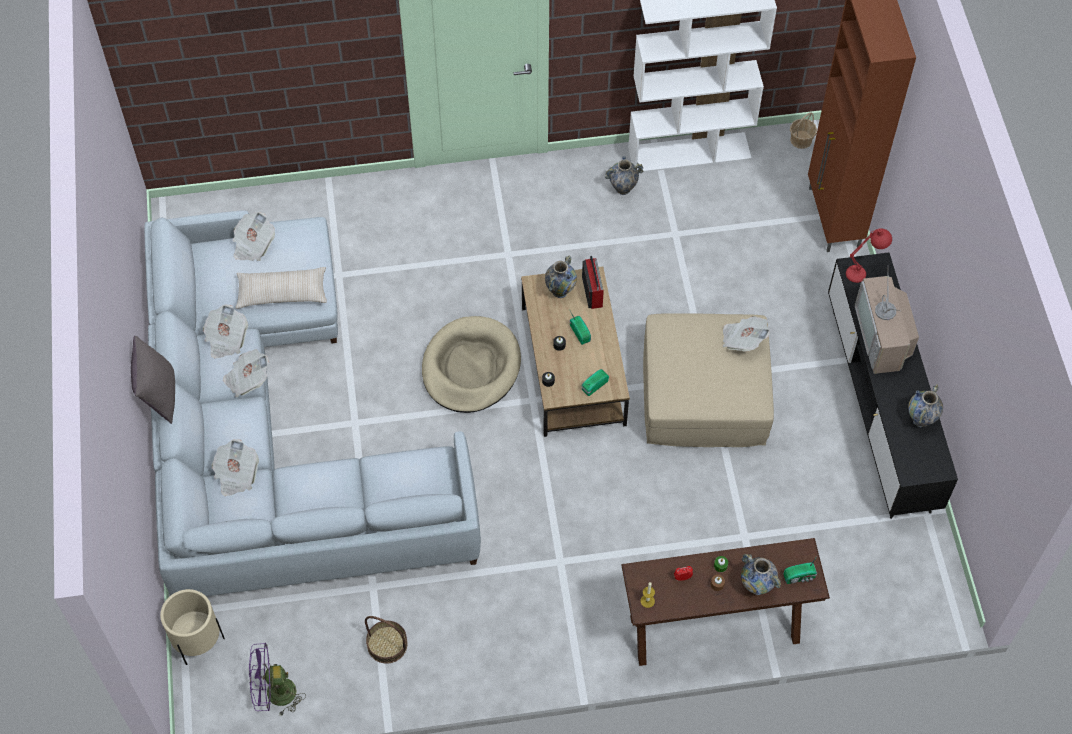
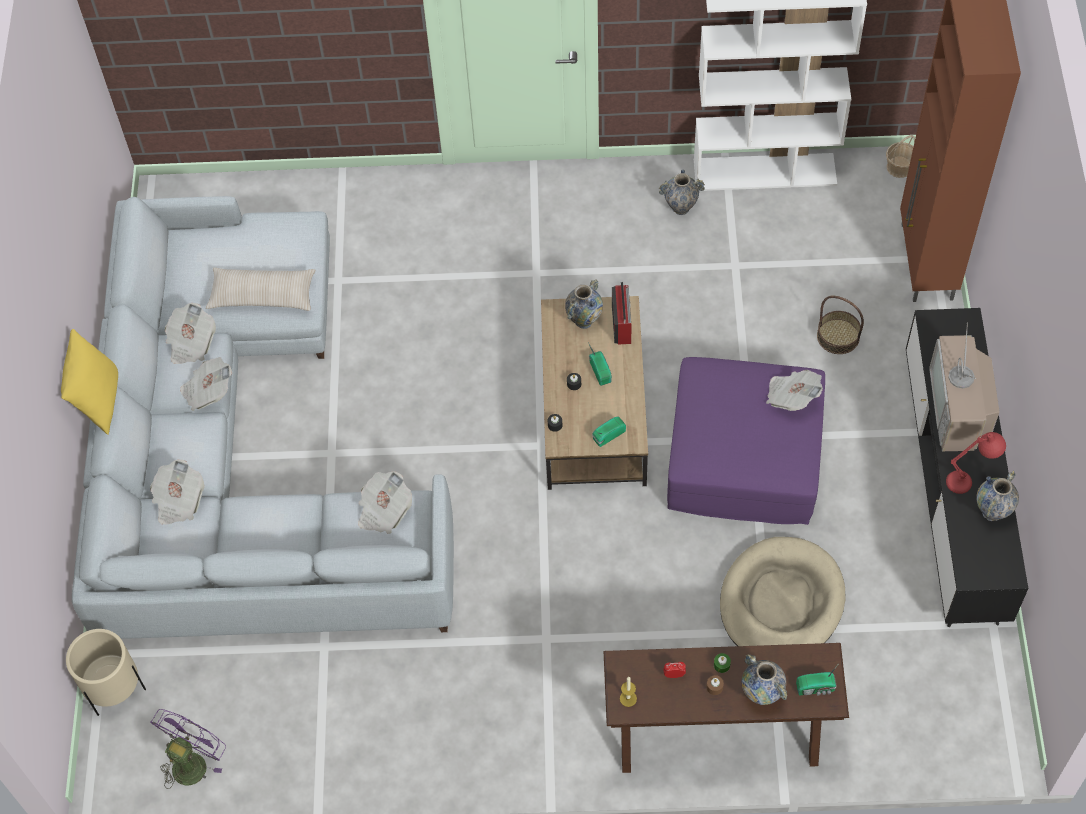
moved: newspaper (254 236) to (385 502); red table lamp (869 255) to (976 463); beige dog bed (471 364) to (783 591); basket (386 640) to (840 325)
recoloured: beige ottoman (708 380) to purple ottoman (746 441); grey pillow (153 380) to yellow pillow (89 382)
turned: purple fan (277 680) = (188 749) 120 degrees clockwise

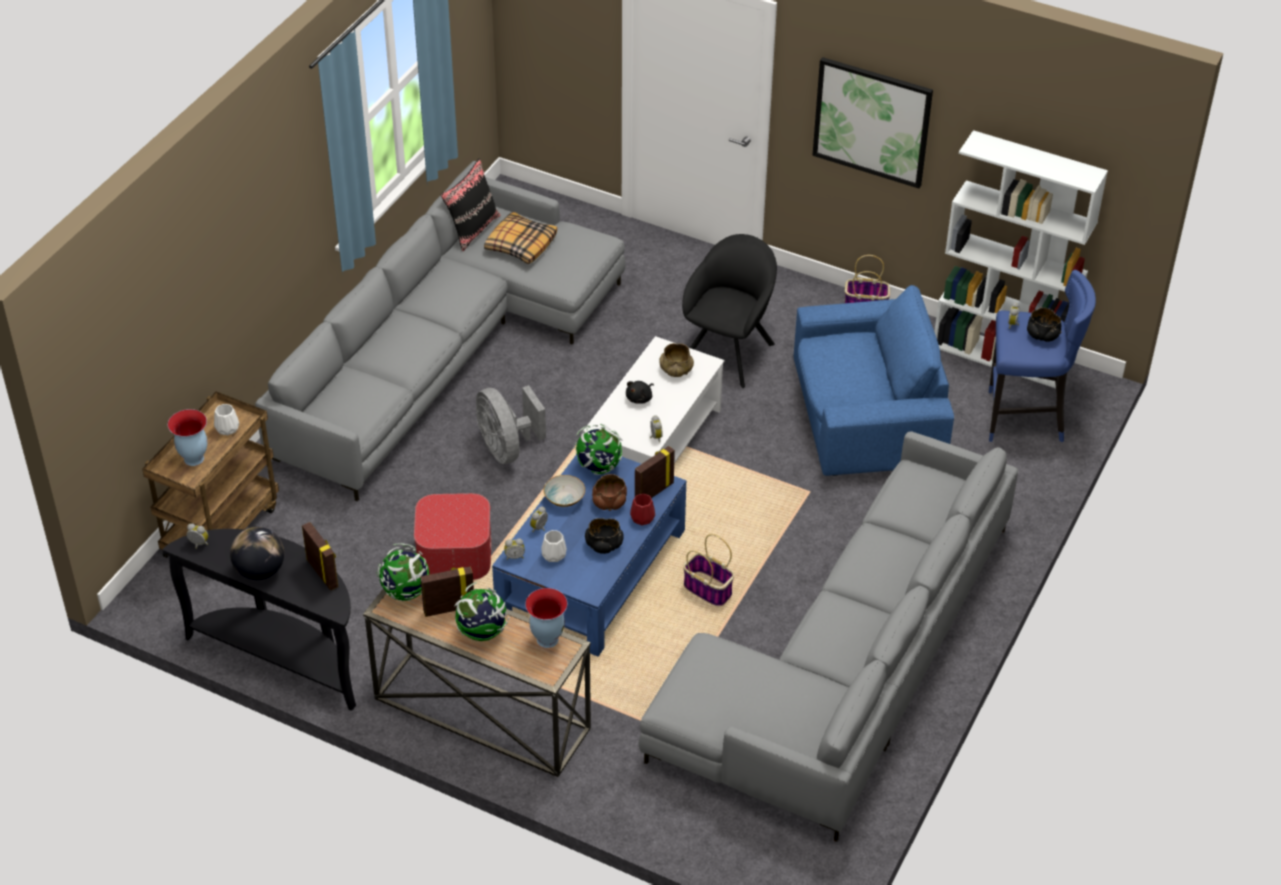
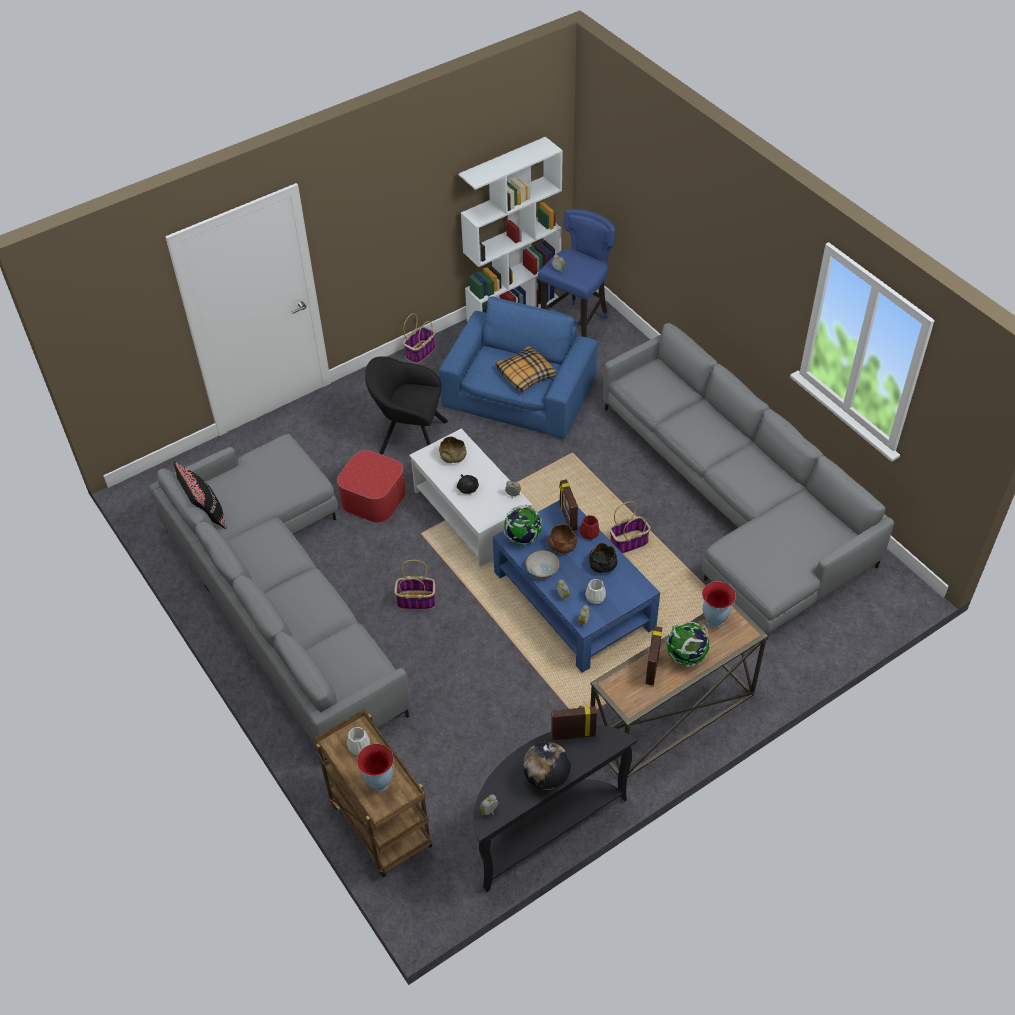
removed: picture (873 122); black bowl (1044 325); globe (403 572)
moved: pillow (520 238) to (525 369); ottoman (452 536) to (371 486)
replaced: grey fan (511 424) to basket (415 585)
turned: black armchair (729 311) = (406 405) 45 degrees counterclockwise

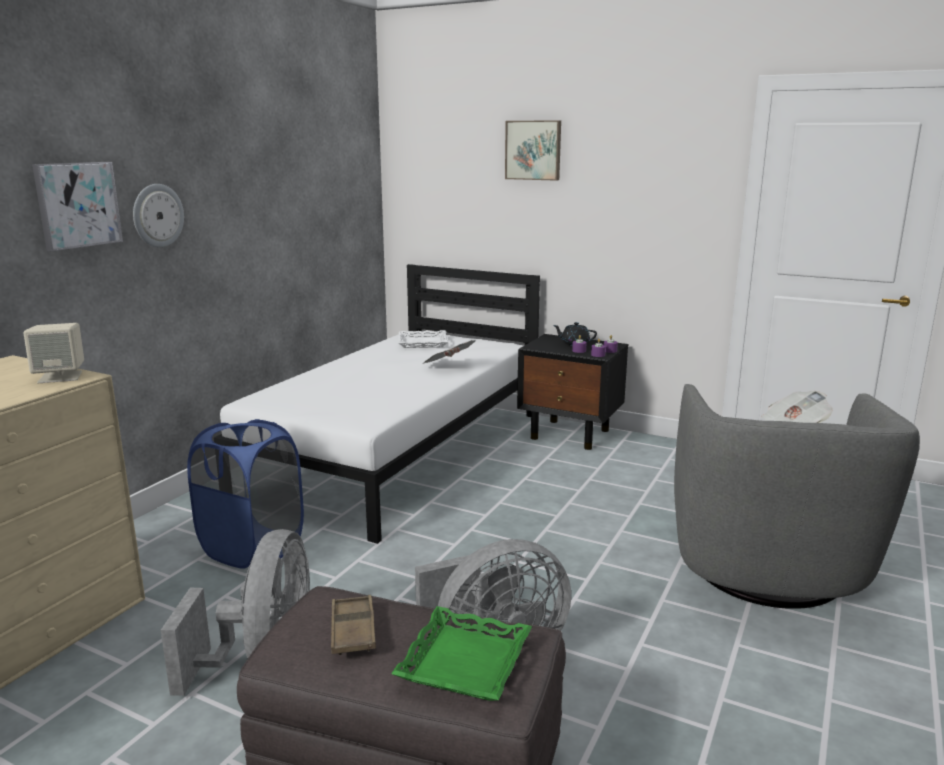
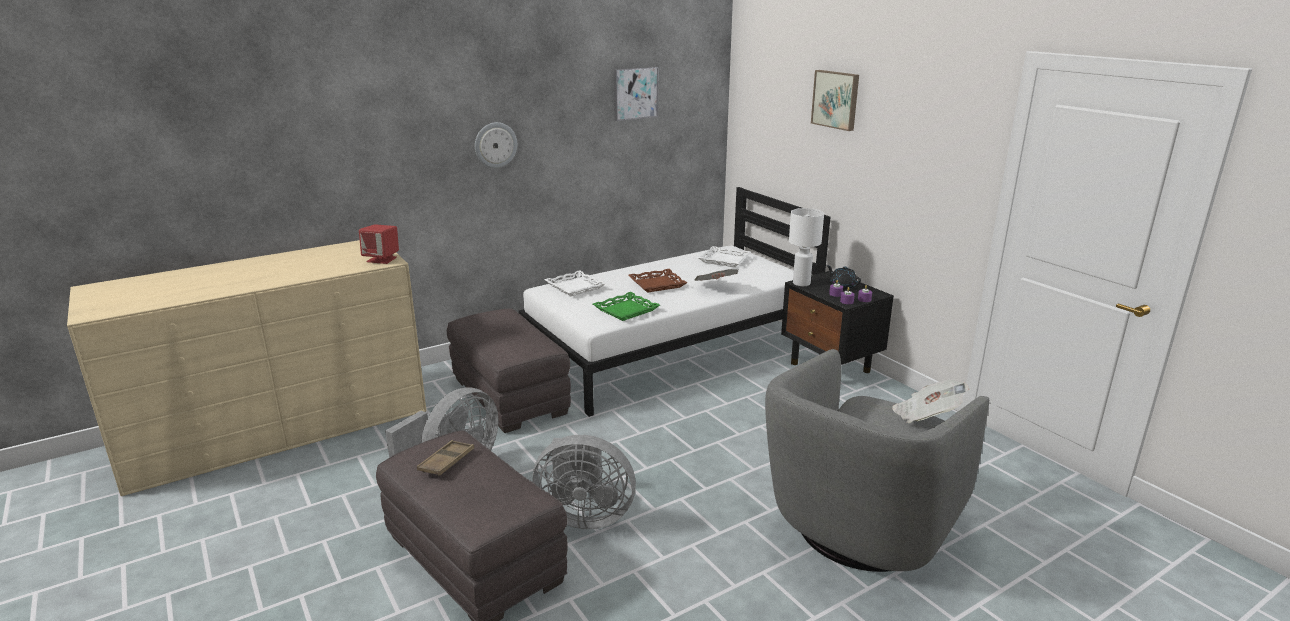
added: white table lamp (806 247); brown tray (657 281); white tray (575 283)
moved: picture (77 206) to (636 94); green tray (461 653) to (626 306)
replaced: blue laundry basket (245 494) to grey ottoman (509 371)
recoloured: beige speaker (53 353) to red speaker (379 244)

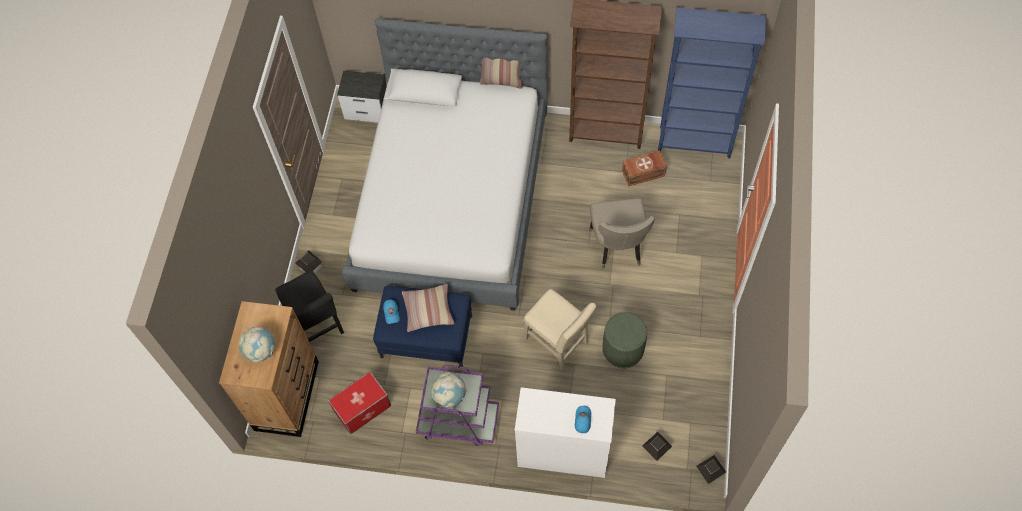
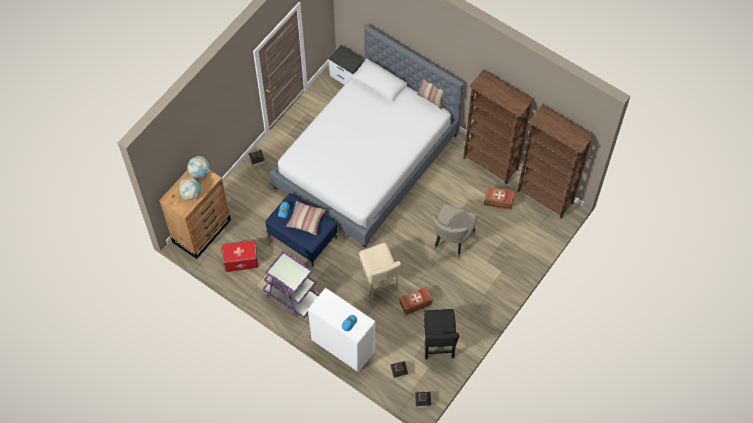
moved: black chair (310 306) to (441 334); globe (449 389) to (198 167)
replaced: green ottoman (624 340) to brown storage box (416 301)
recoloured: blue bookcase (712 82) to brown bookcase (556 161)

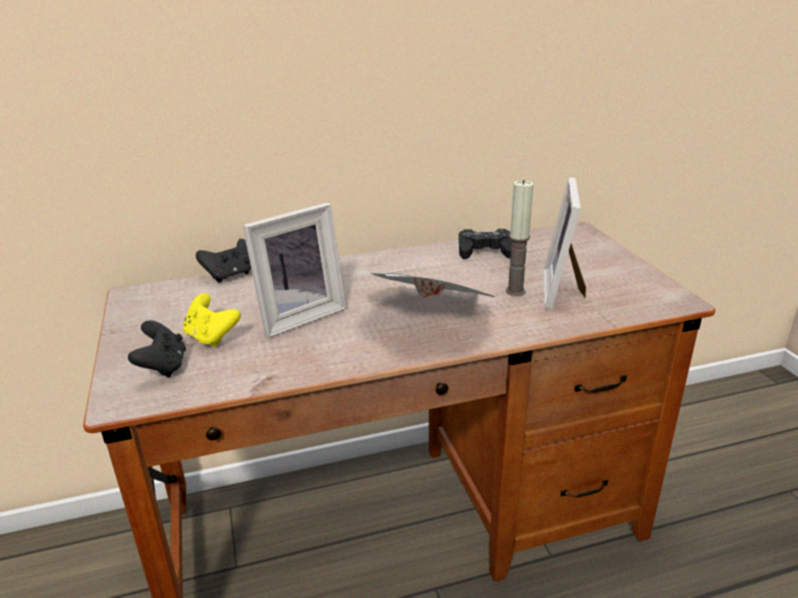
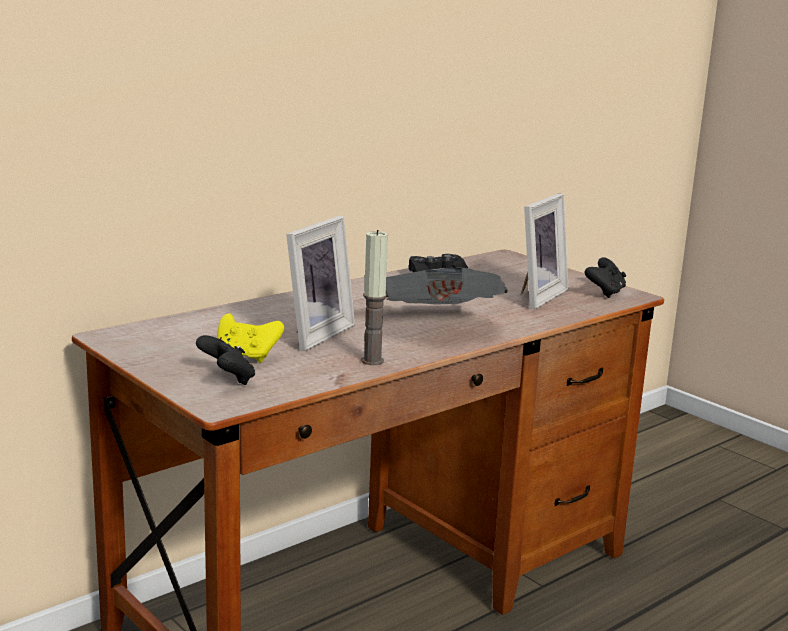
moved: candle (519 238) to (374 297); black game controller (223 261) to (605 277)
turned: picture frame (565 243) = (545 251) 135 degrees counterclockwise

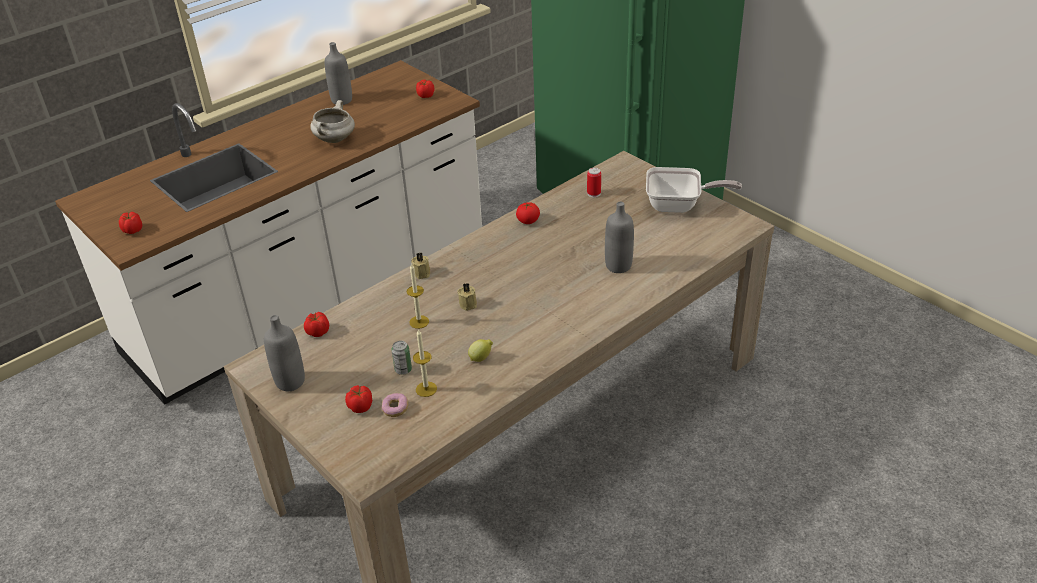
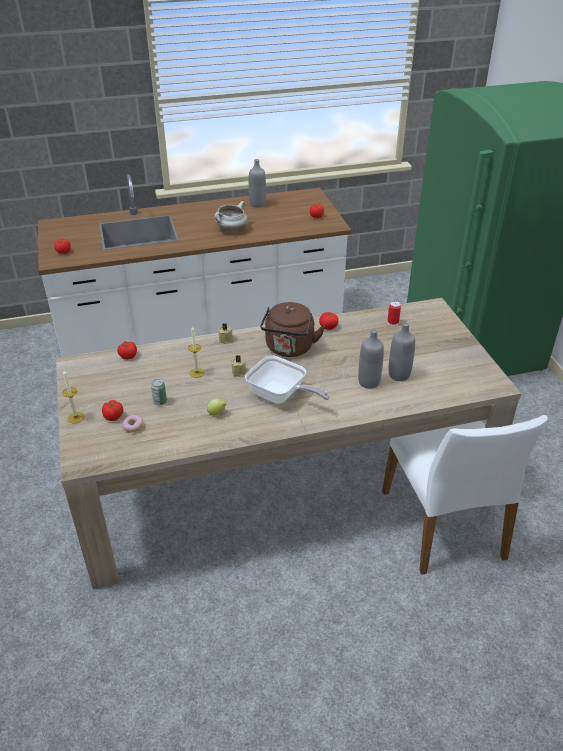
added: brown kettle (292 329); white chair (465 495)
moved: frying pan (694 190) to (287 379); grey bottle (284 353) to (401 351); candle (425 363) to (73 396)

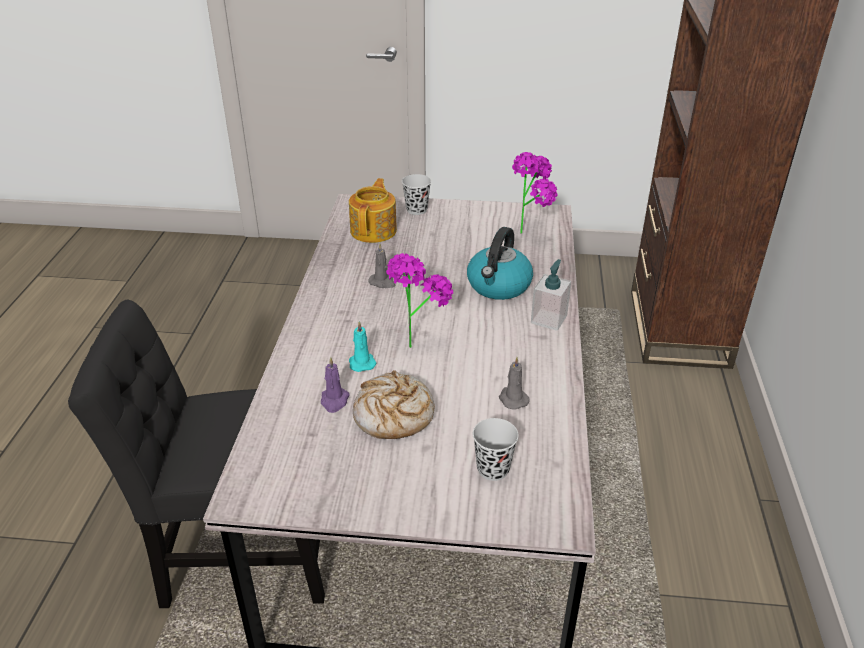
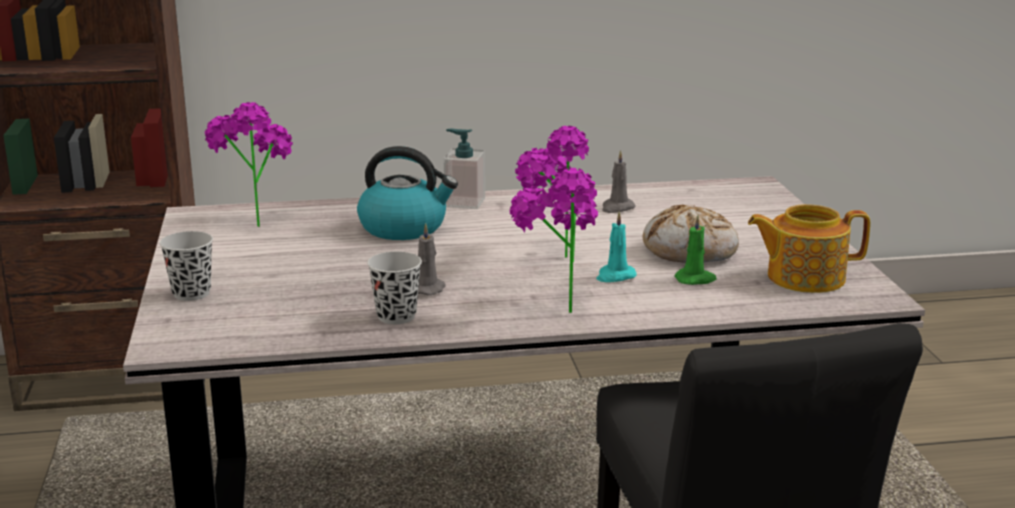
added: potted plant (554 240)
moved: teapot (373 210) to (809 248); black cup (496 449) to (394 287)
recoloured: purple candle (335 385) to green candle (695 250)

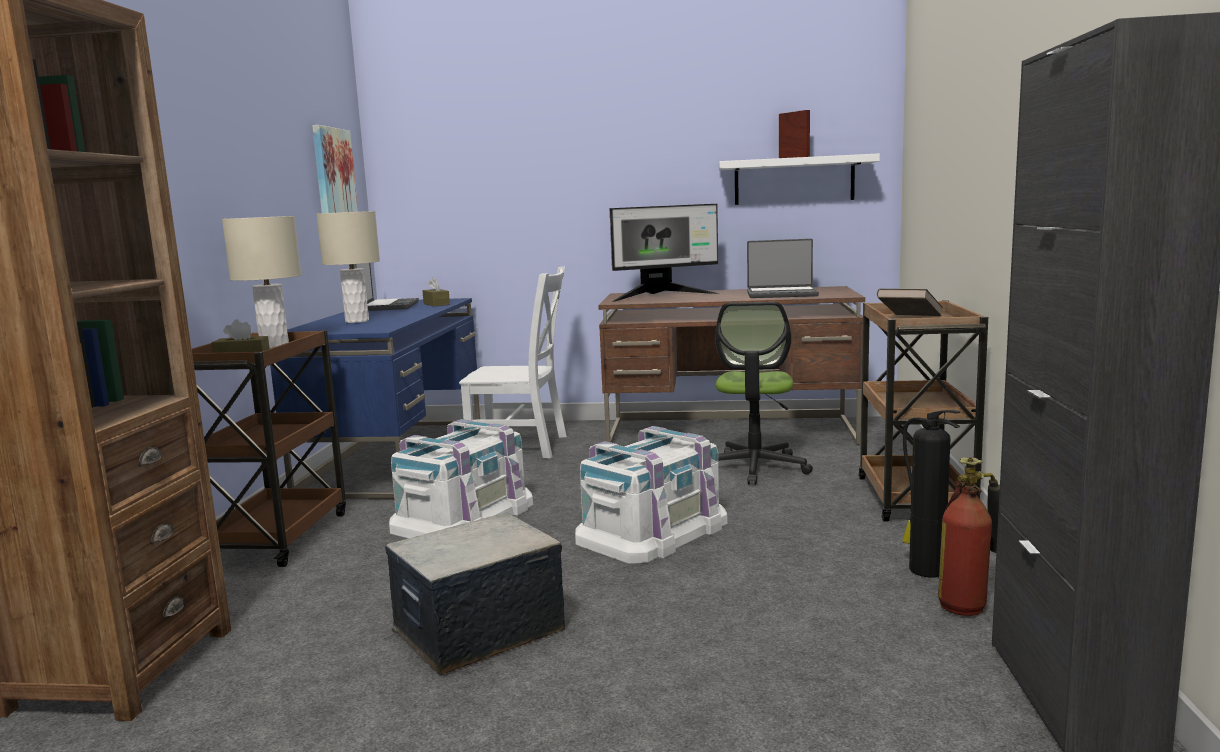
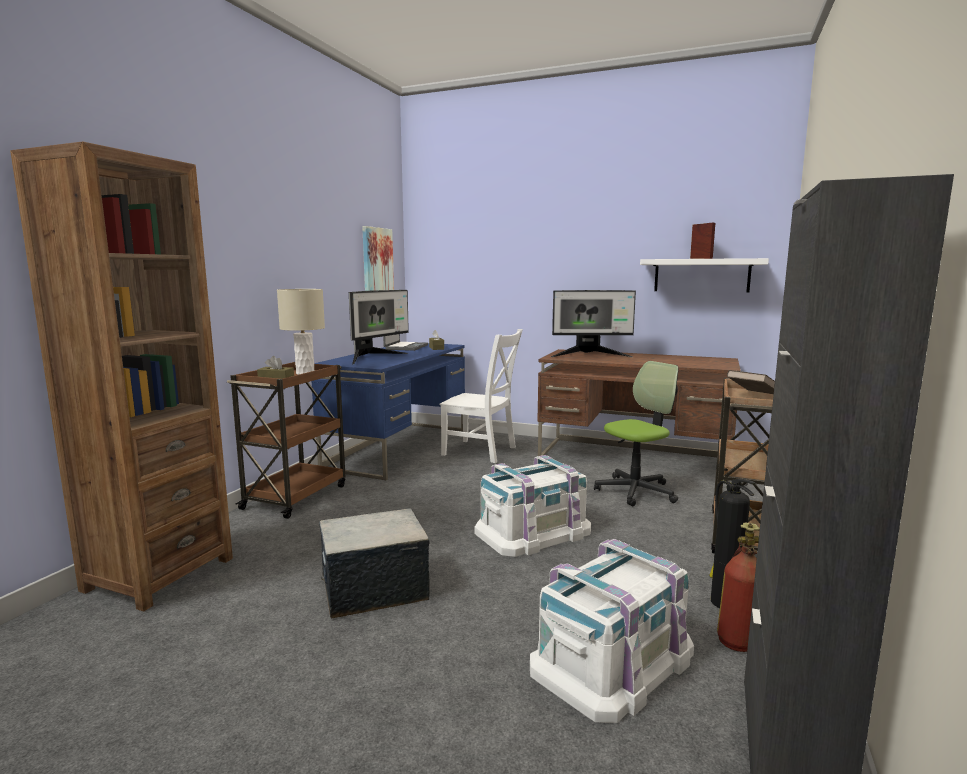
removed: laptop (783 268)
moved: white storage box (461 478) to (612 631)
replaced: beige table lamp (348 267) to monitor (379 327)
turned: office chair (764 393) = (636 434) 150 degrees counterclockwise

